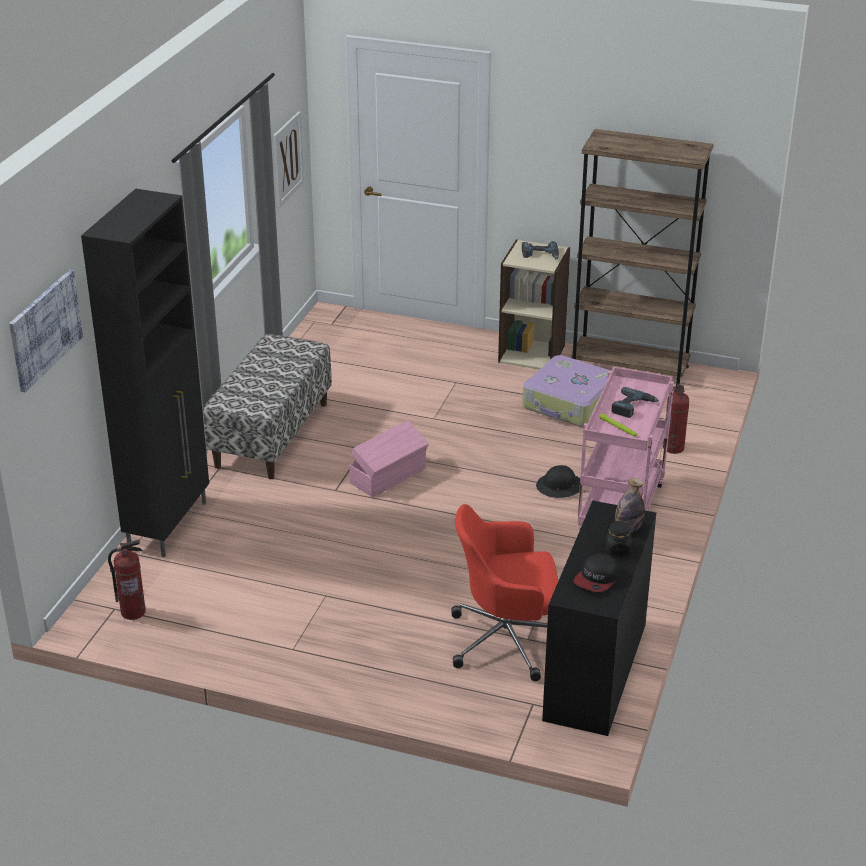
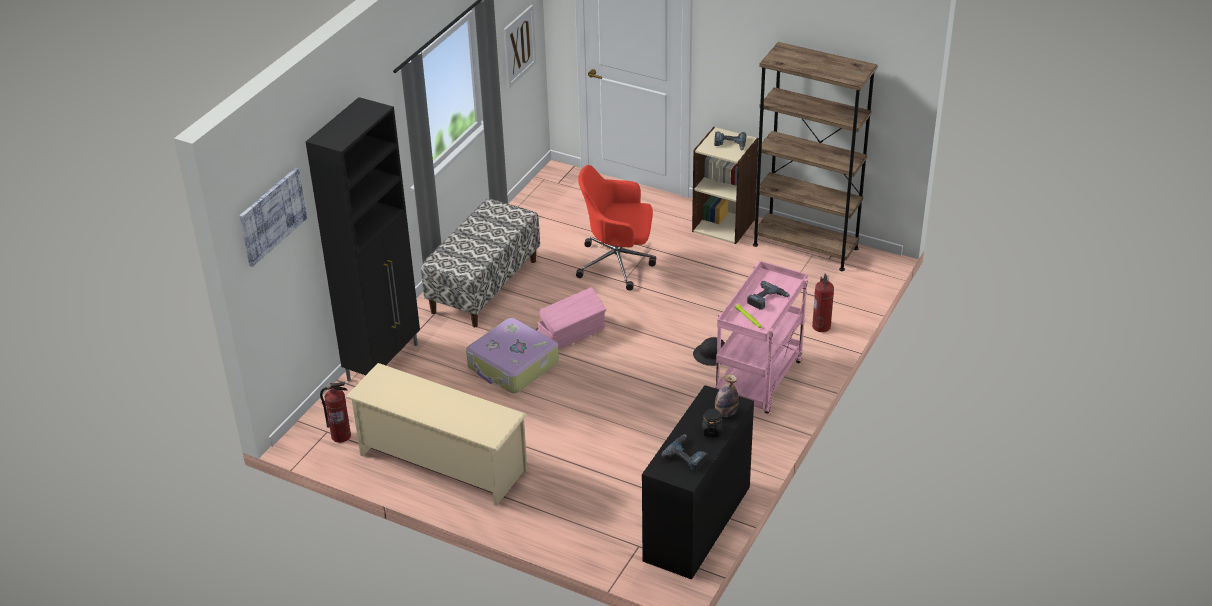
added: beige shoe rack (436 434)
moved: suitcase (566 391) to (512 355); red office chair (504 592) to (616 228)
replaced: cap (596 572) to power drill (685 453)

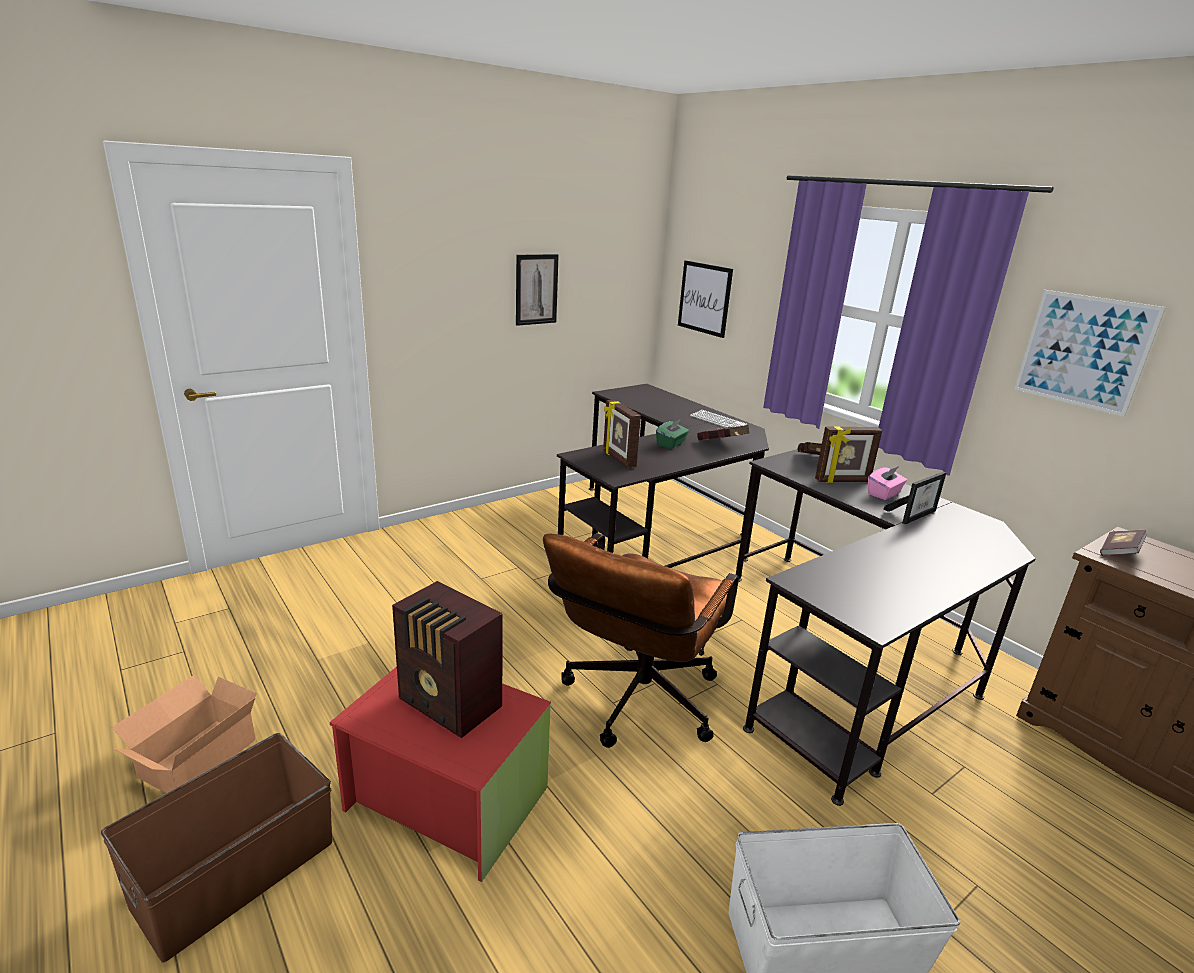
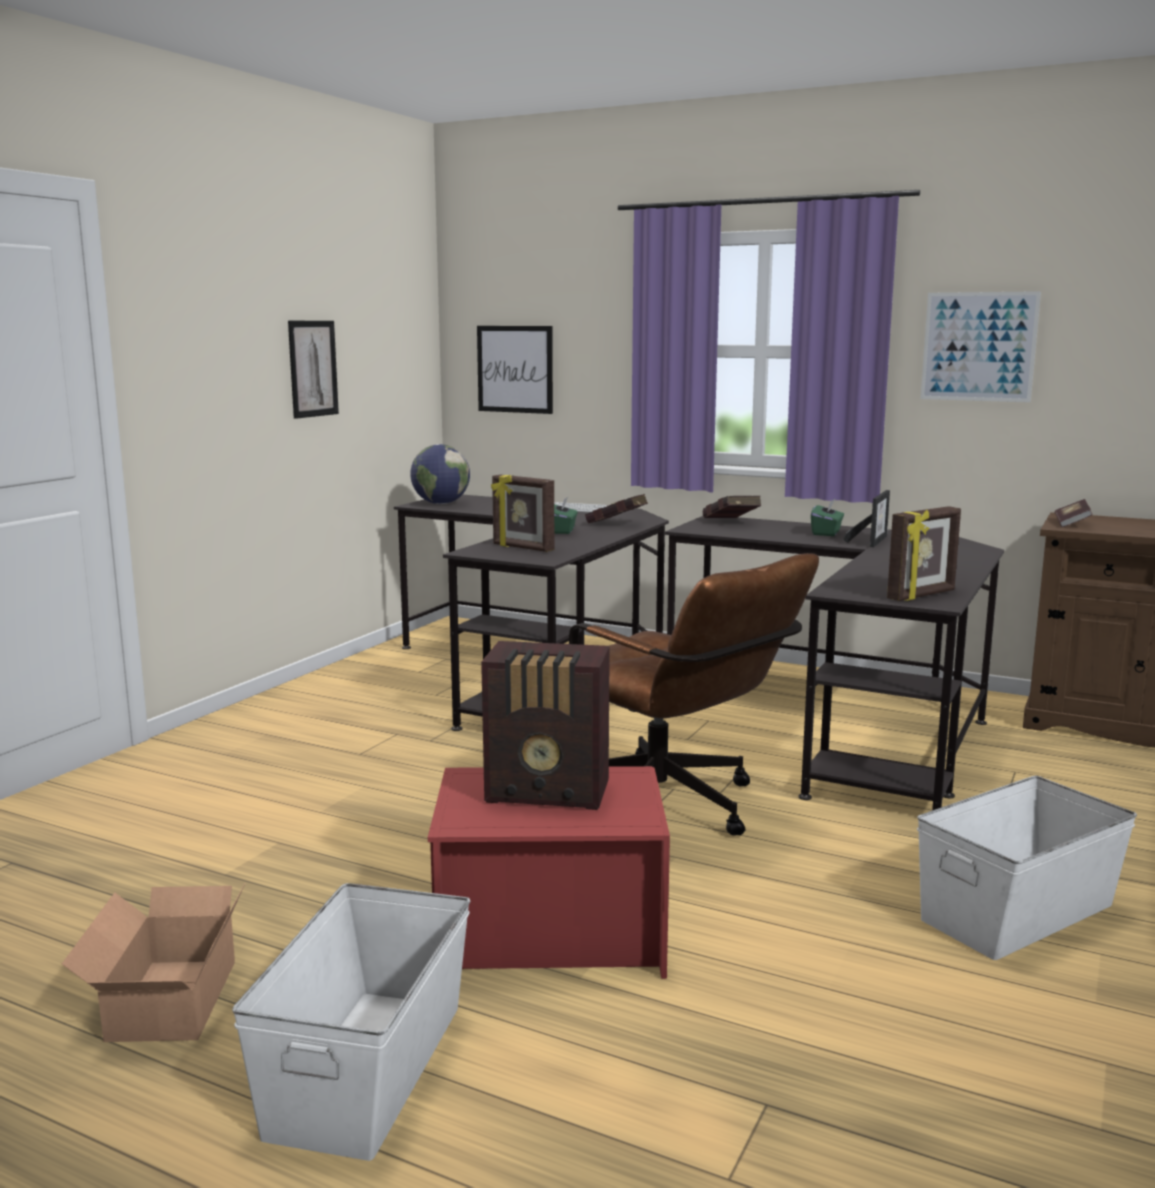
added: globe (440 474)
moved: picture frame (848 454) to (924 553)
recoloured: pink tissue box (887 483) to green tissue box (827 517); brown storage box (216 848) to white storage box (351 1022)
turned: brown office chair (641 640) = (694 694) 45 degrees counterclockwise

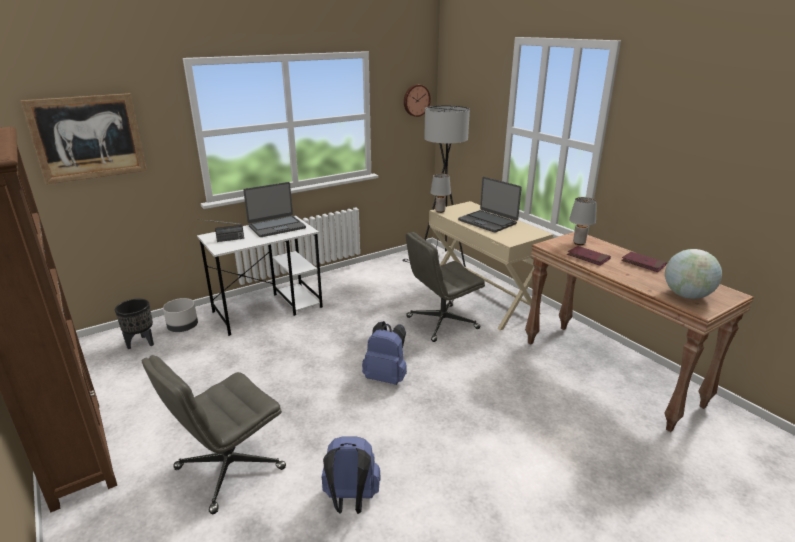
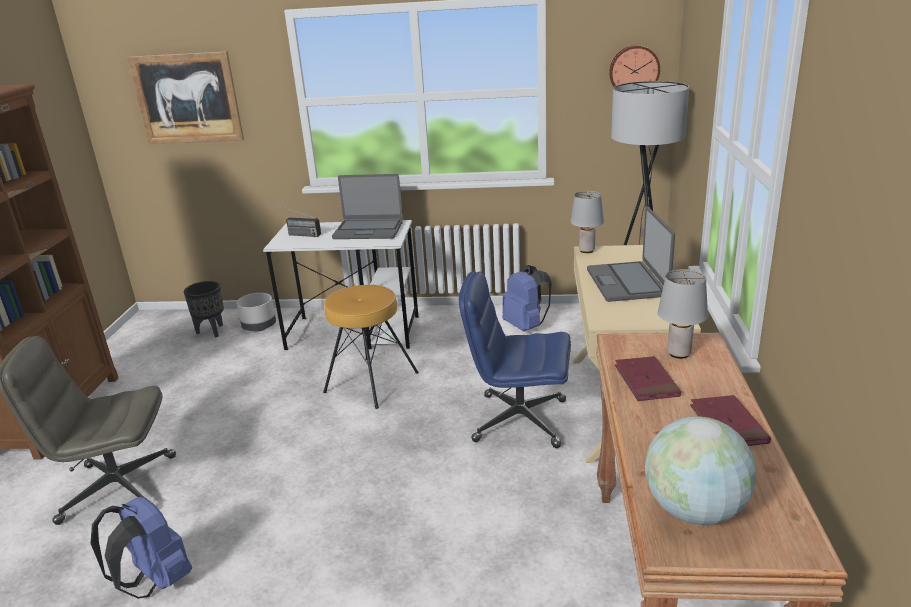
added: brown stool (371 347)
moved: blue backpack (384 353) to (527 298)
recoloured: grey office chair (445 287) to blue office chair (515 359)

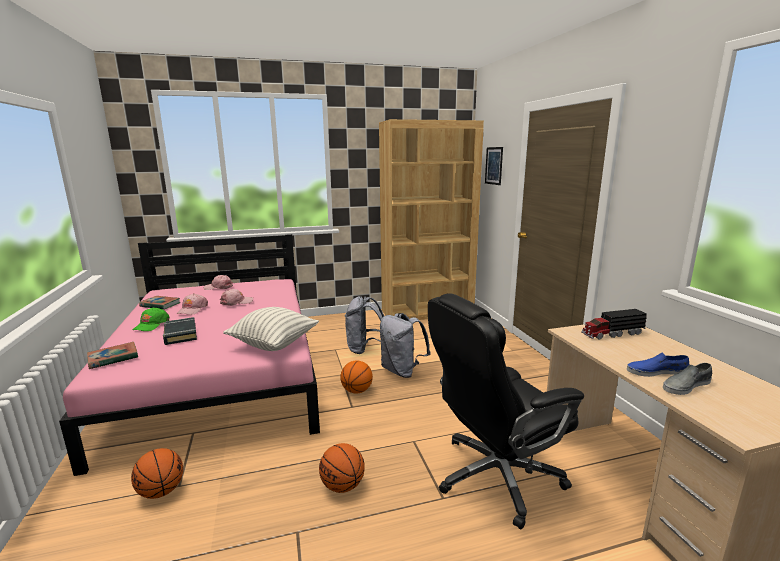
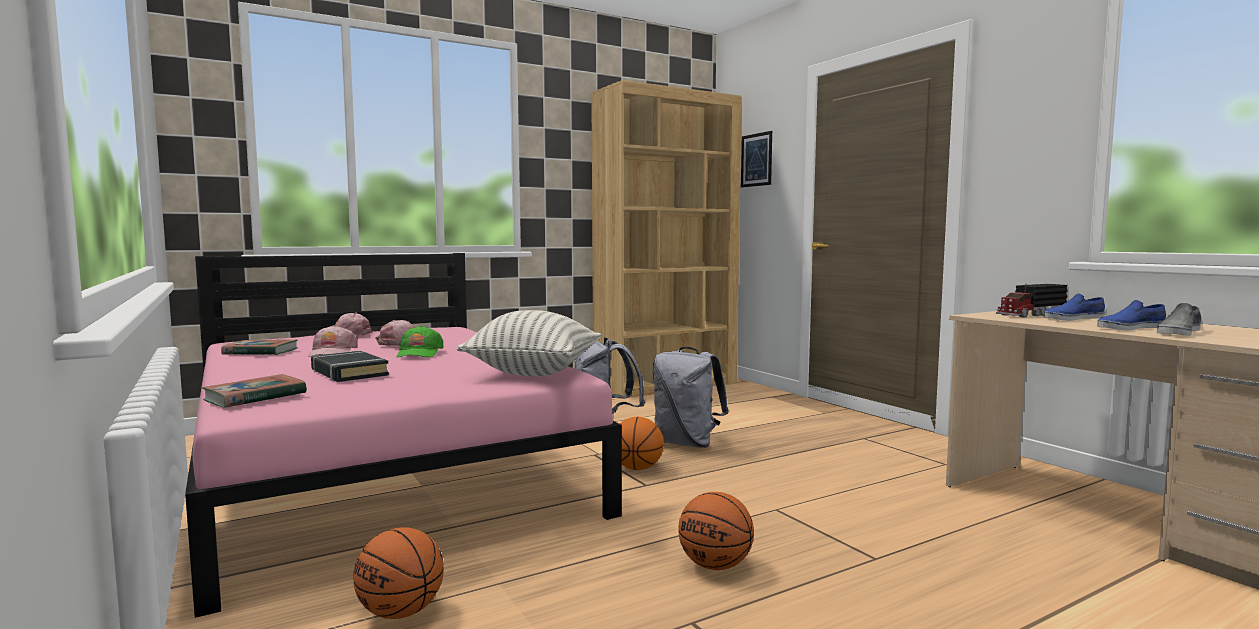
removed: black office chair (506 411)
added: blue shoe (1074 307)
moved: green cap (151 319) to (419 342)

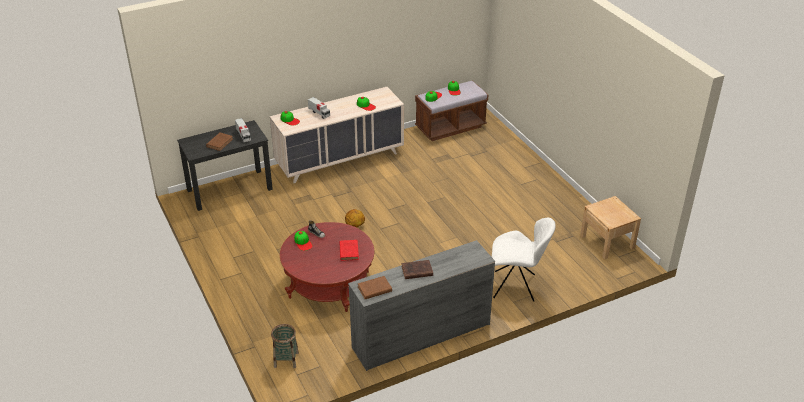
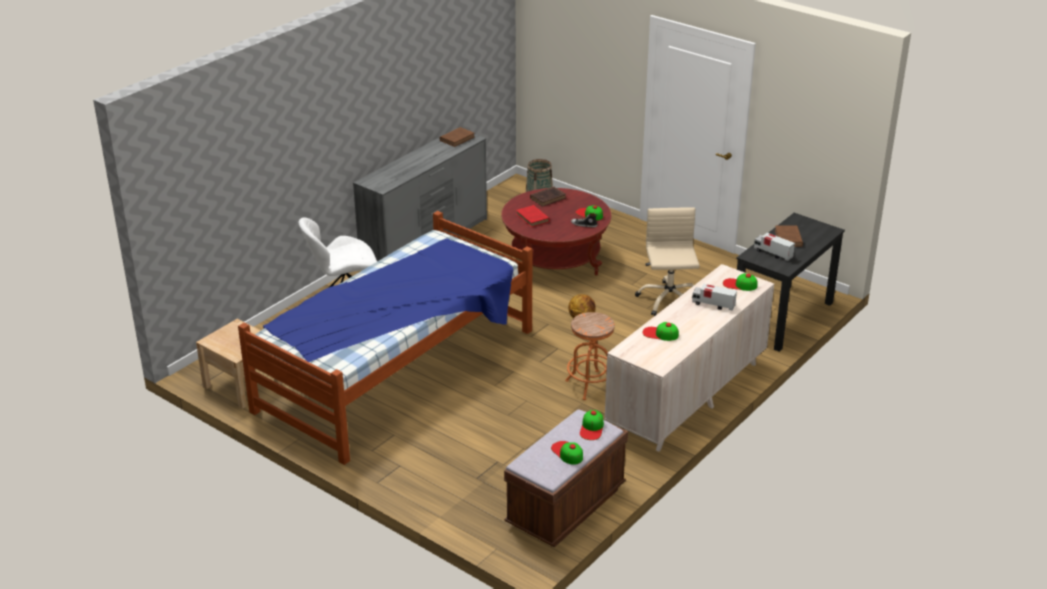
added: beige office chair (667 262); bed (385 338); orange stool (590 356)
moved: brown book (417 269) to (548 197)

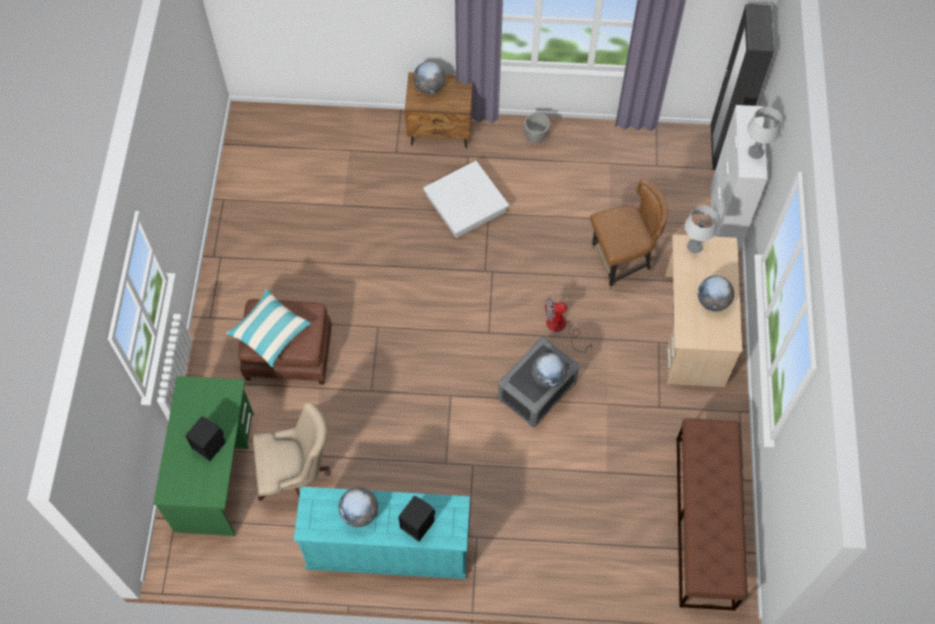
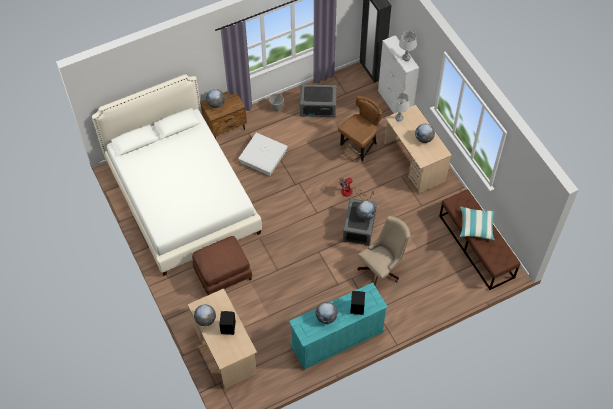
added: white bed (177 175); grey storage box (318 101); globe (205 315)
moved: pillow (268 328) to (477 224); beige office chair (292 451) to (384 251)
recoloured: green desk (204 456) to beige desk (222 339)

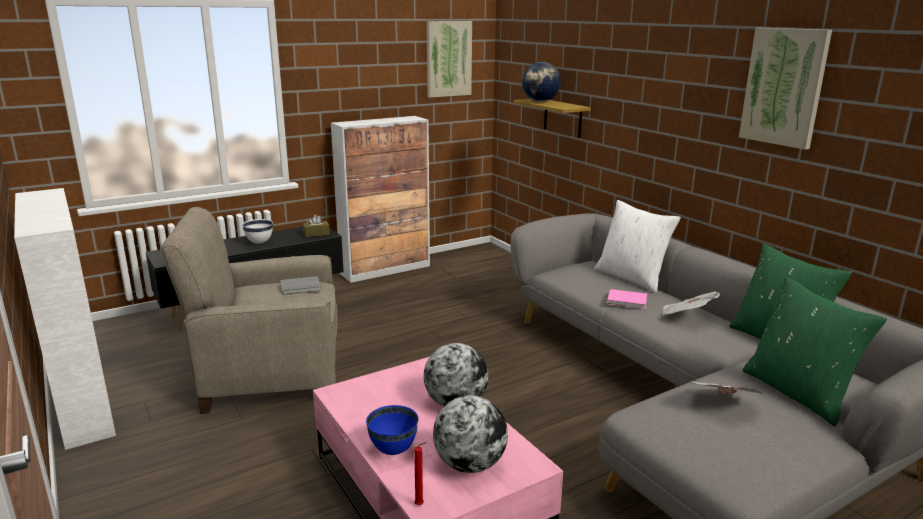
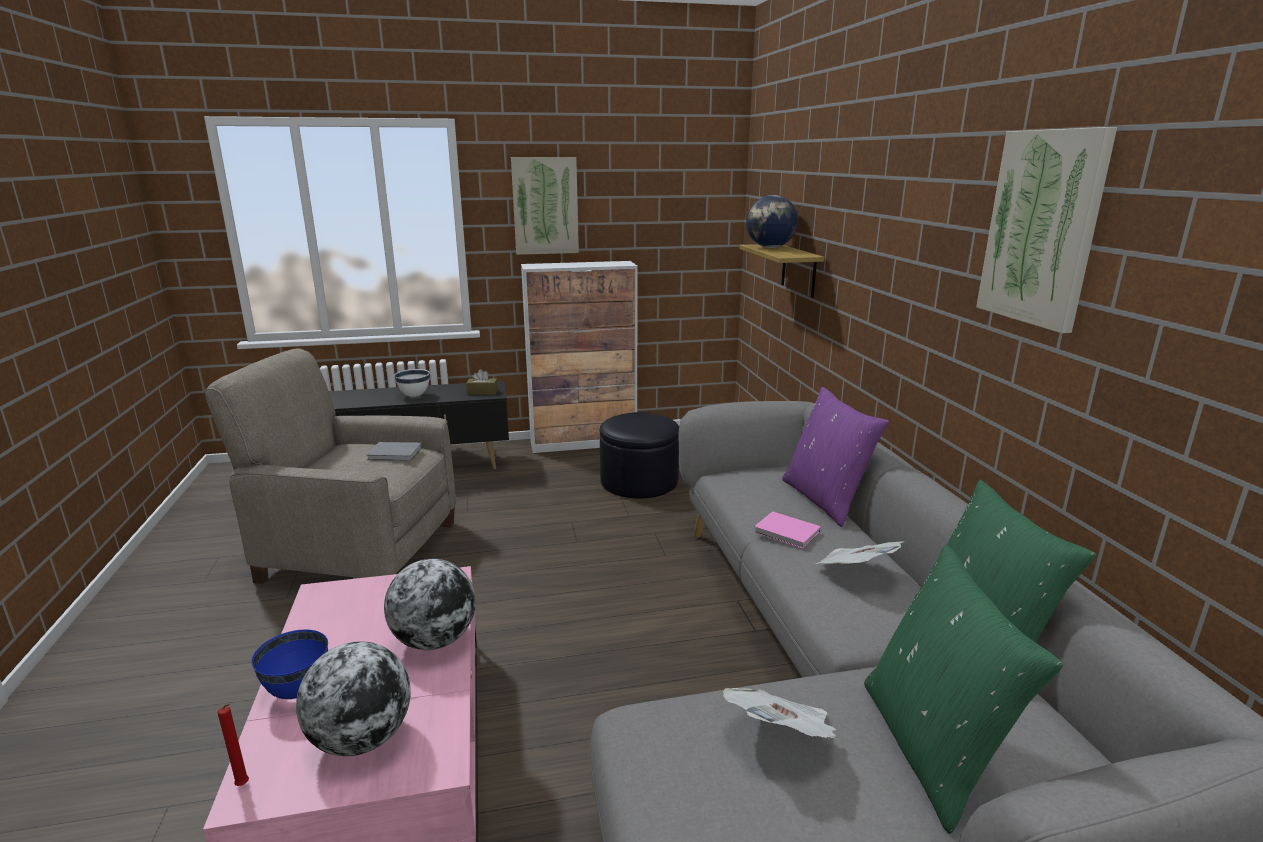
removed: white bookcase (65 319)
added: black ottoman (639 455)
moved: picture (449 59) to (545 206)
recoloured: white pillow (637 246) to purple pillow (835 457)

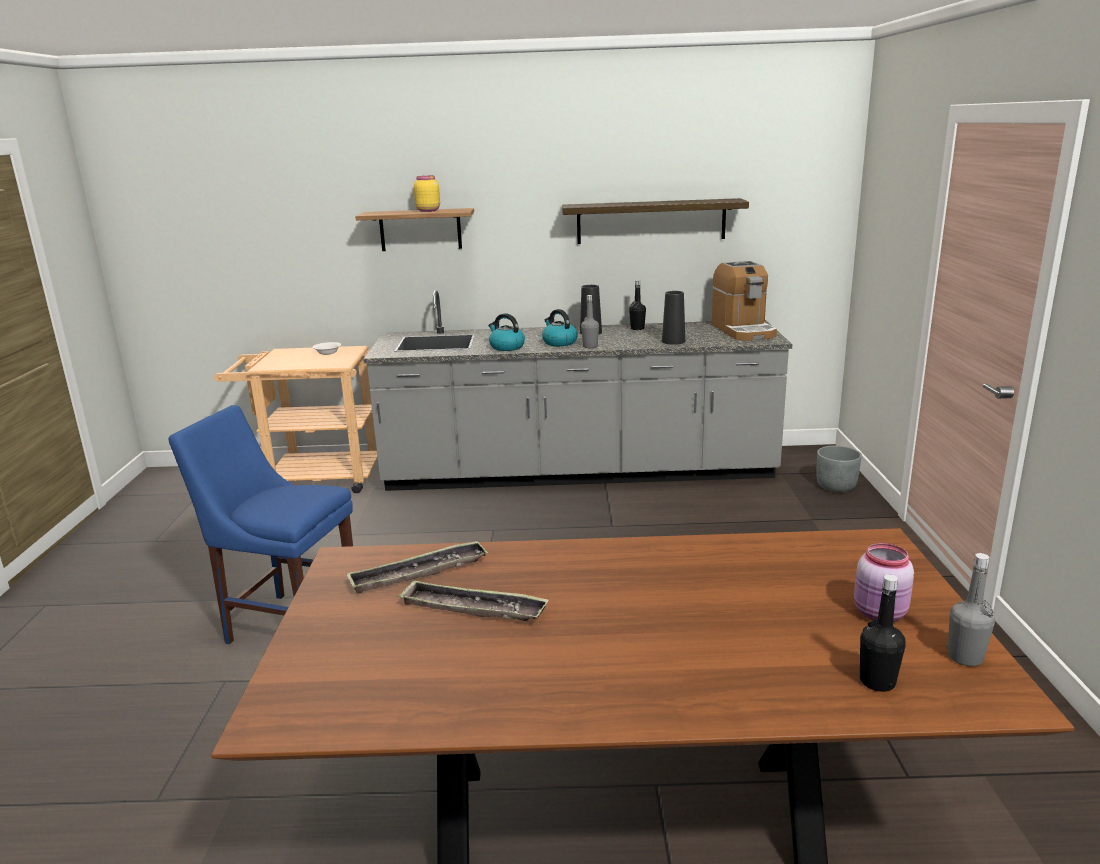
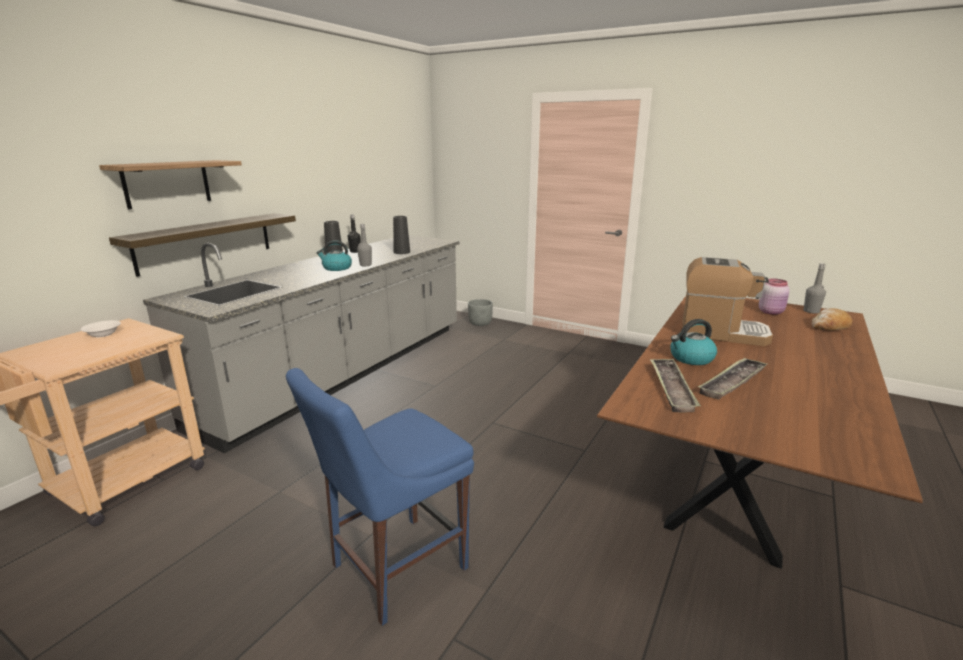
removed: yellow jar (427 194)
moved: shelf (655 221) to (202 245); coffee machine (744 301) to (727 301); kettle (506 332) to (693 342)
replaced: black bottle (883 633) to bread (832 319)

